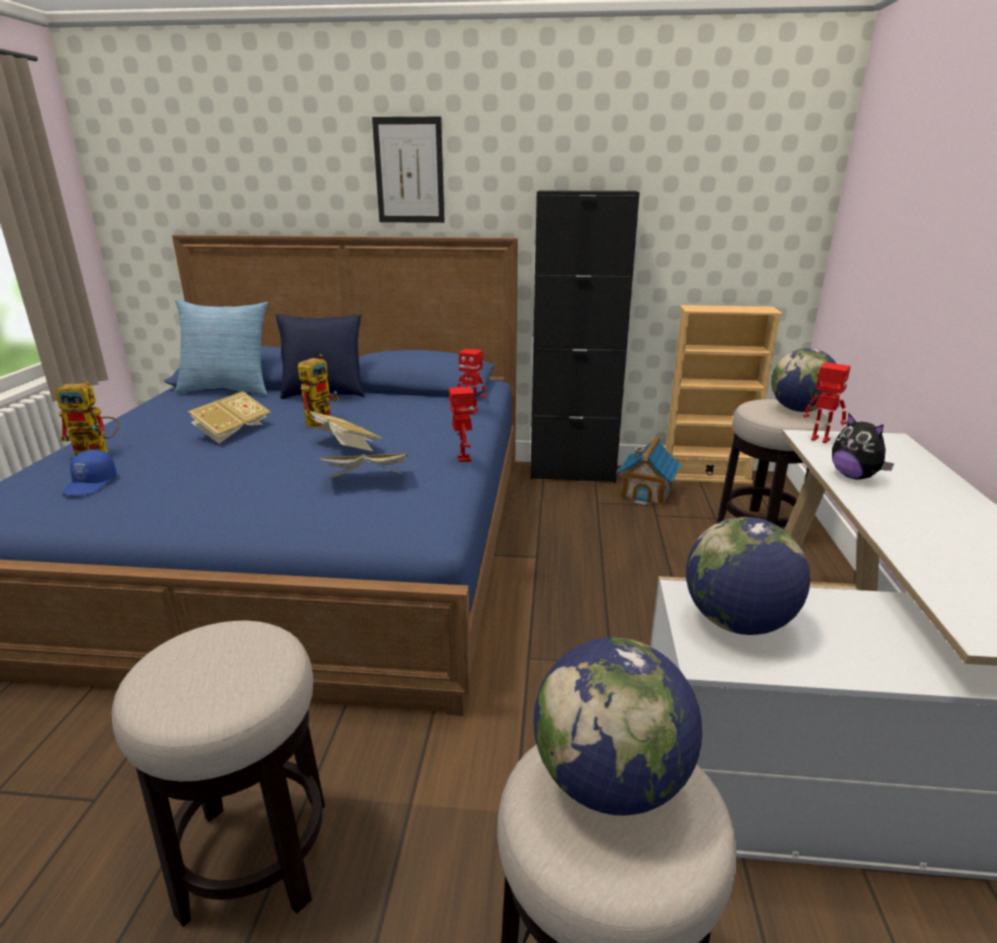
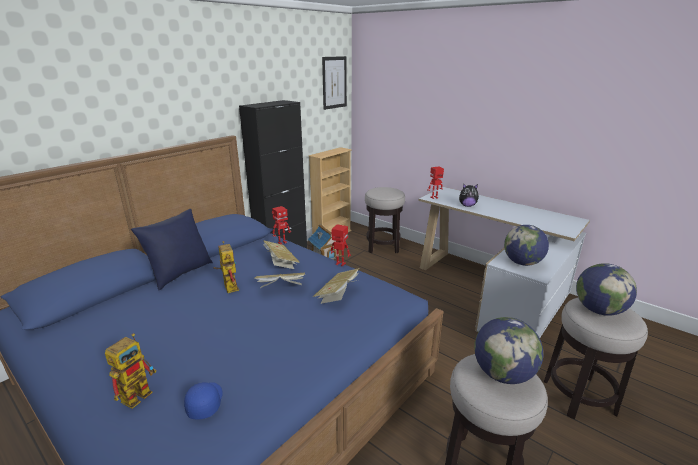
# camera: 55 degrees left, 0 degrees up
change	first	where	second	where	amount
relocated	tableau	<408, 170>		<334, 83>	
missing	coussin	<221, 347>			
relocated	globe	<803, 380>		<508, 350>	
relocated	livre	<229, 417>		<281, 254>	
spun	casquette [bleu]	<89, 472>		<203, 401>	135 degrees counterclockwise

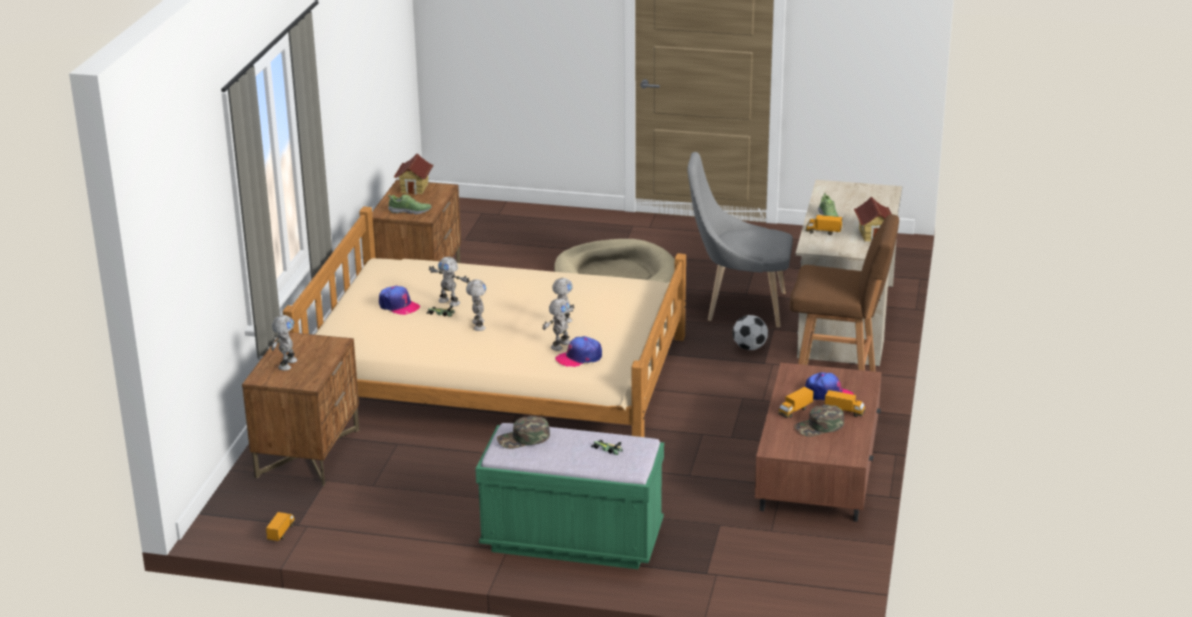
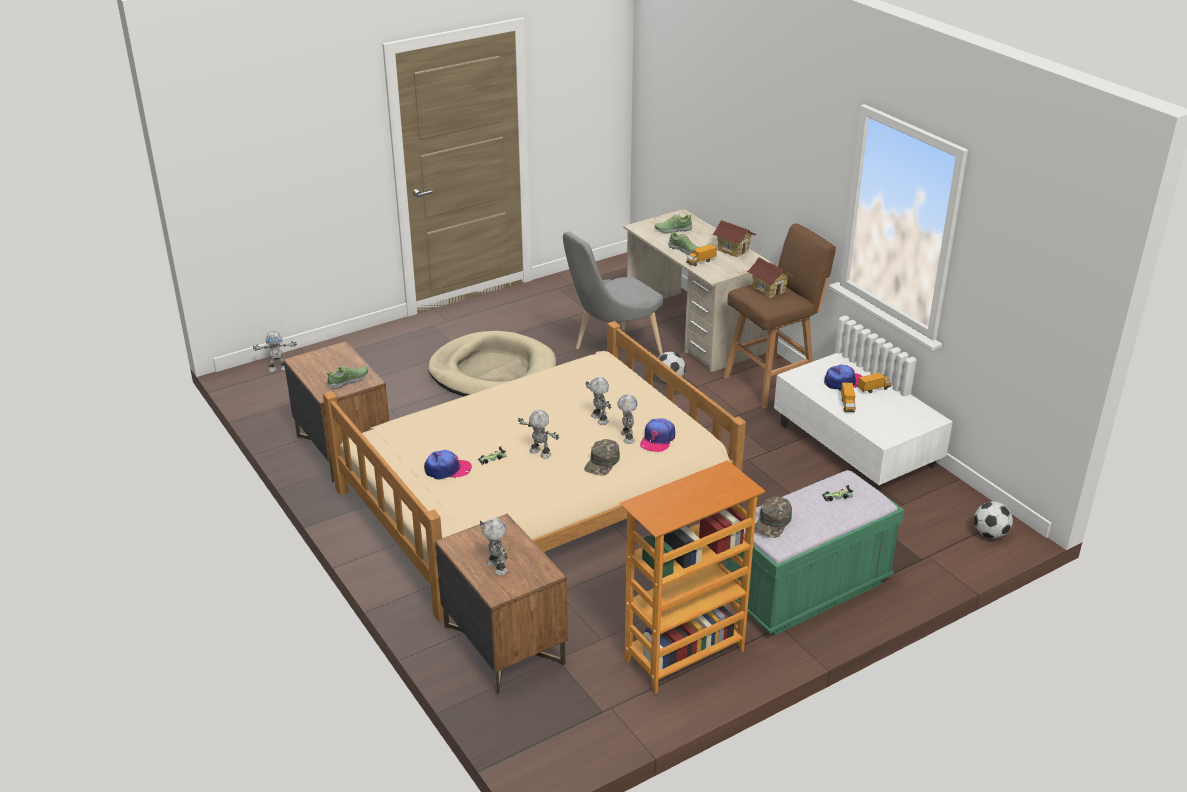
# camera: 45 degrees left, 5 degrees up
change	first	where	second	where	amount
relocated	maison miniature	<414, 174>		<770, 278>	
relocated	robot jouet	<449, 282>		<275, 351>	
colour	table basse [marron]	<818, 442>	table basse [blanc]	<863, 421>	
relocated	casquette [vert]	<819, 420>		<602, 457>	
missing	camion jouet	<280, 526>			
appeared			chaussure	<673, 224>	
appeared			bibliothèque	<692, 577>	
appeared			ballon de foot	<993, 520>	

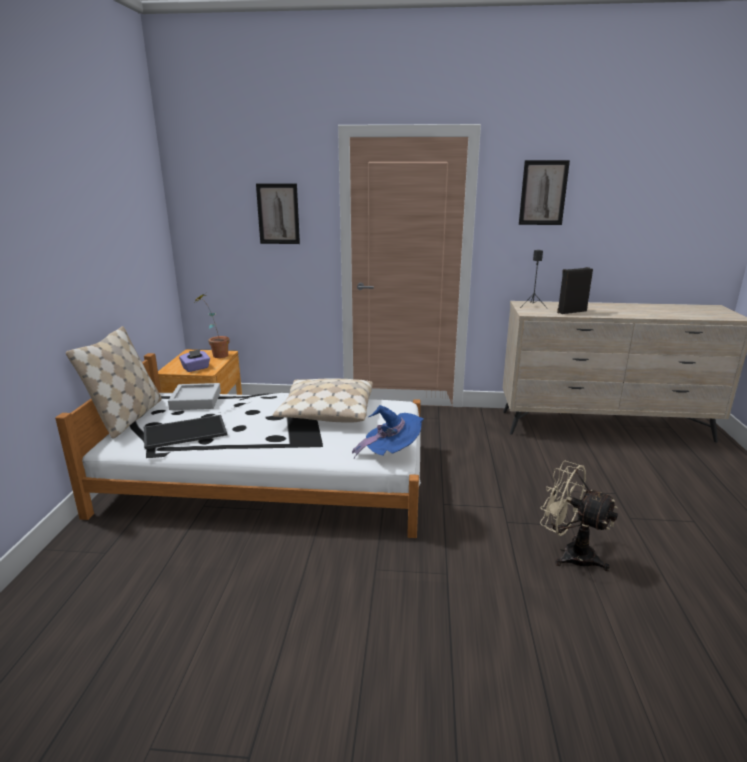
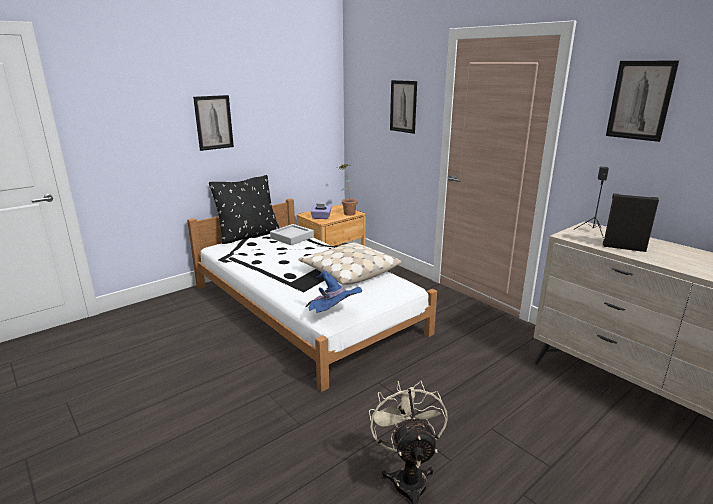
# camera: 45 degrees right, 0 degrees up
change	first	where	second	where	amount
colour	coussin [beige]	<114, 382>	coussin [noir]	<244, 209>	
missing	plateau	<185, 432>			
appeared			tableau	<213, 123>	

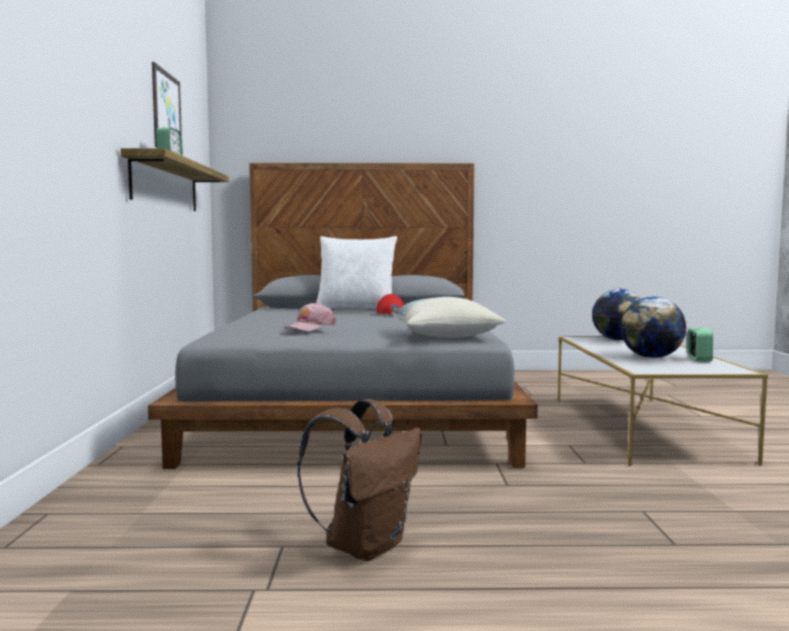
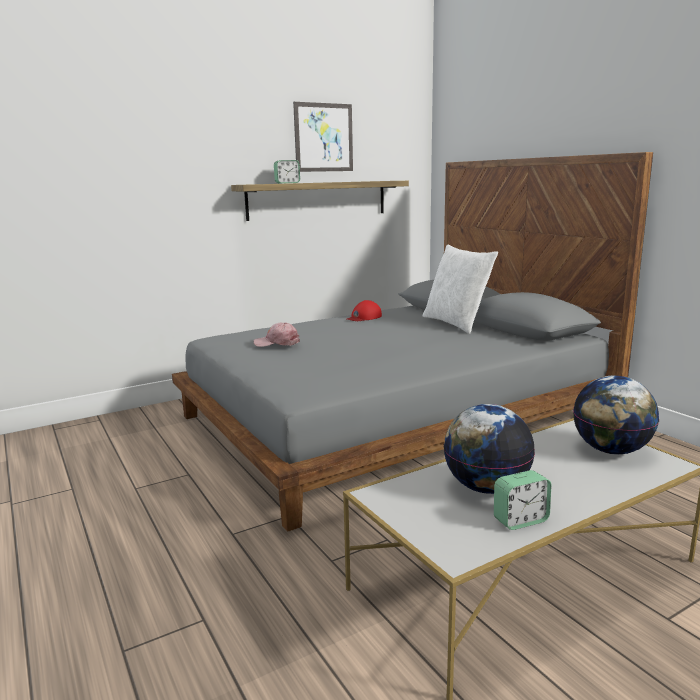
# camera: 60 degrees right, 10 degrees up
change	first	where	second	where	amount
relocated	casquette [rouge]	<390, 304>		<364, 310>	
missing	coussin	<449, 317>			
missing	sac à dos [marron]	<359, 480>			

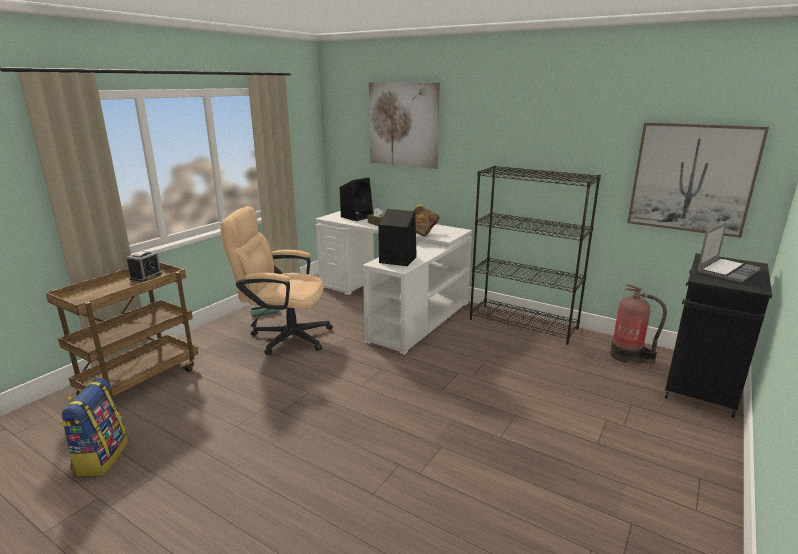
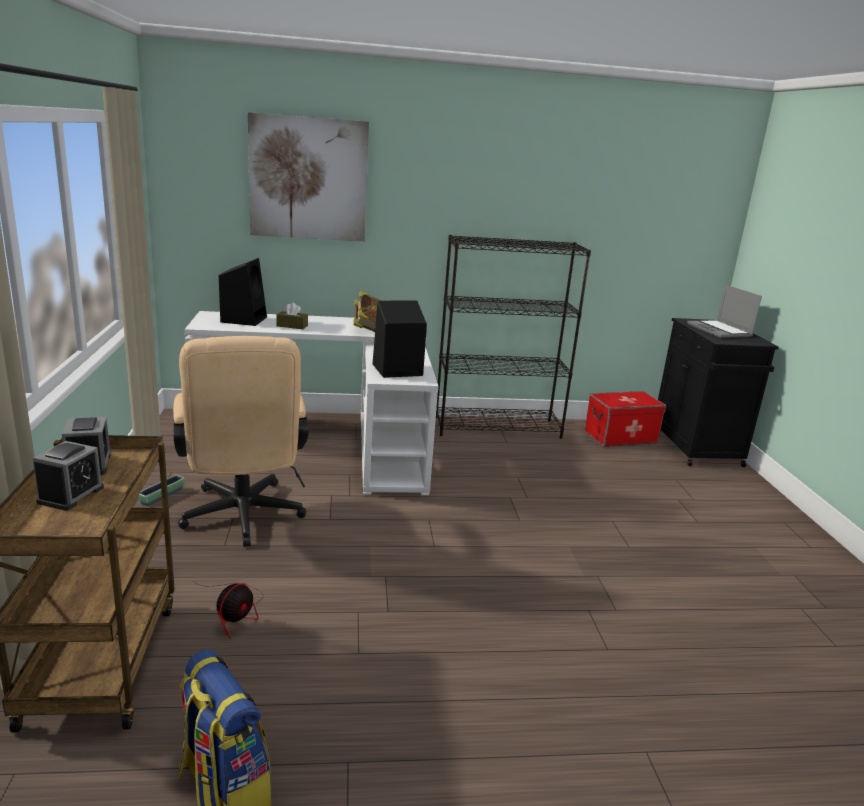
# camera: 40 degrees left, 0 degrees up
change	first	where	second	where	amount
missing	tableau	<698, 180>			
spun	chaise de bureau [beige]	<276, 280>		<241, 441>	75 degrees counterclockwise
spun	ordinateur portable	<729, 252>		<724, 311>	150 degrees clockwise
exchanged	extincteur	<638, 324>	boîte de rangement	<625, 419>	
appeared			réveil	<68, 476>	
appeared			ventilateur	<228, 610>	

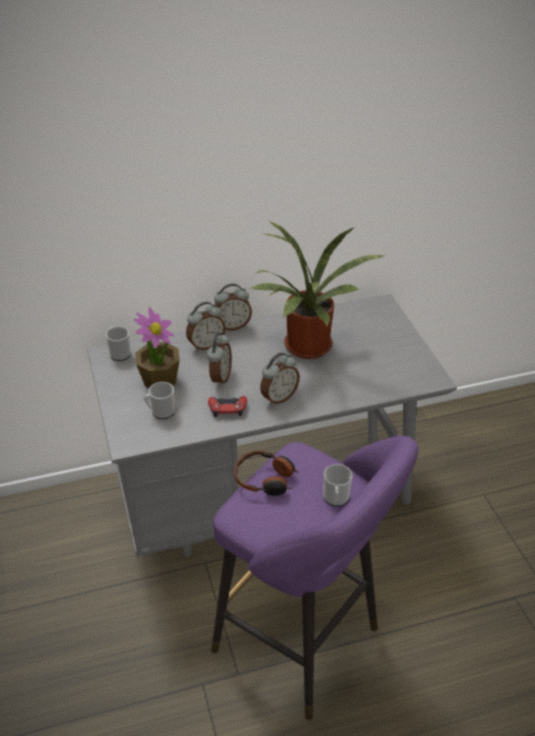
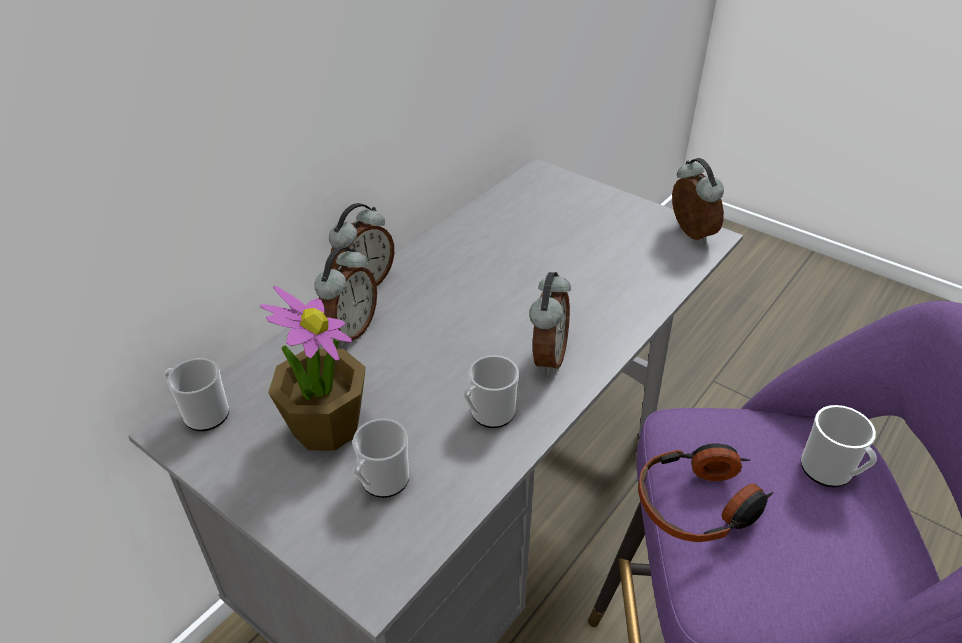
# camera: 35 degrees left, 0 degrees up
change	first	where	second	where	amount
missing	plante en pot	<317, 290>			
relocated	réveil	<219, 360>		<698, 201>	
exchanged	manette [rouge]	<227, 406>	mug	<491, 391>	

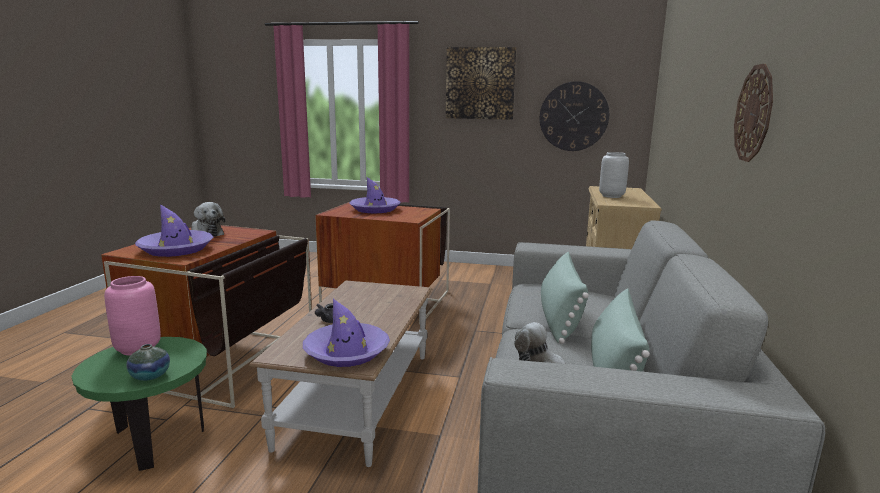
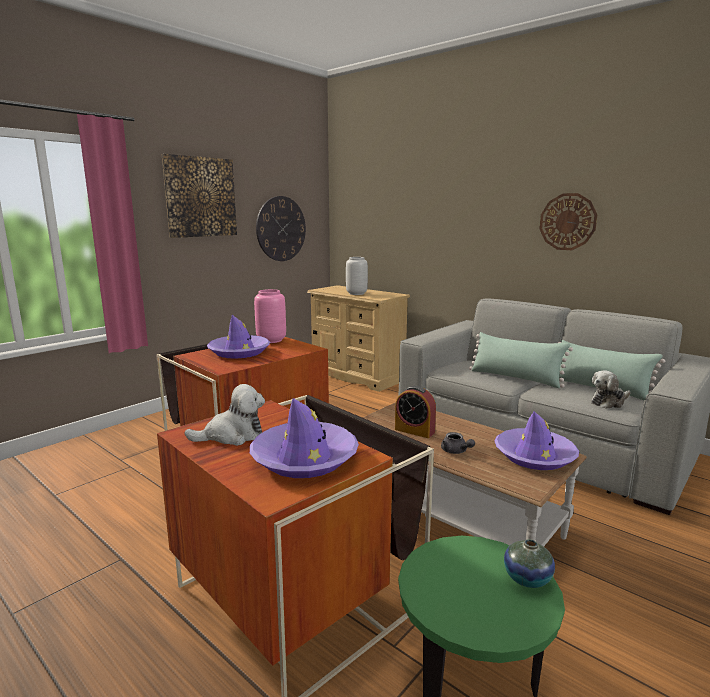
# camera: 60 degrees left, 0 degrees up
change	first	where	second	where	amount
relocated	vase [rose]	<132, 316>		<270, 316>	
appeared			réveil	<415, 412>	

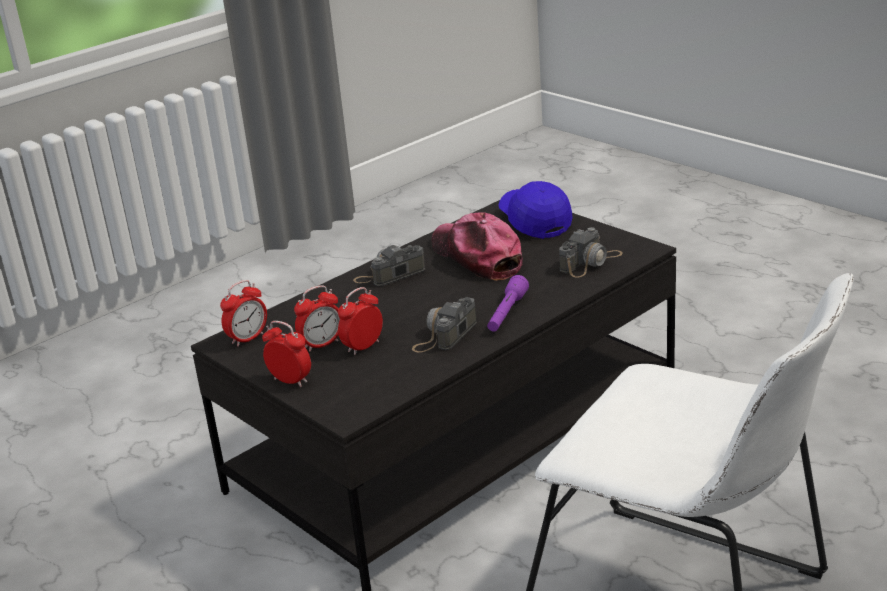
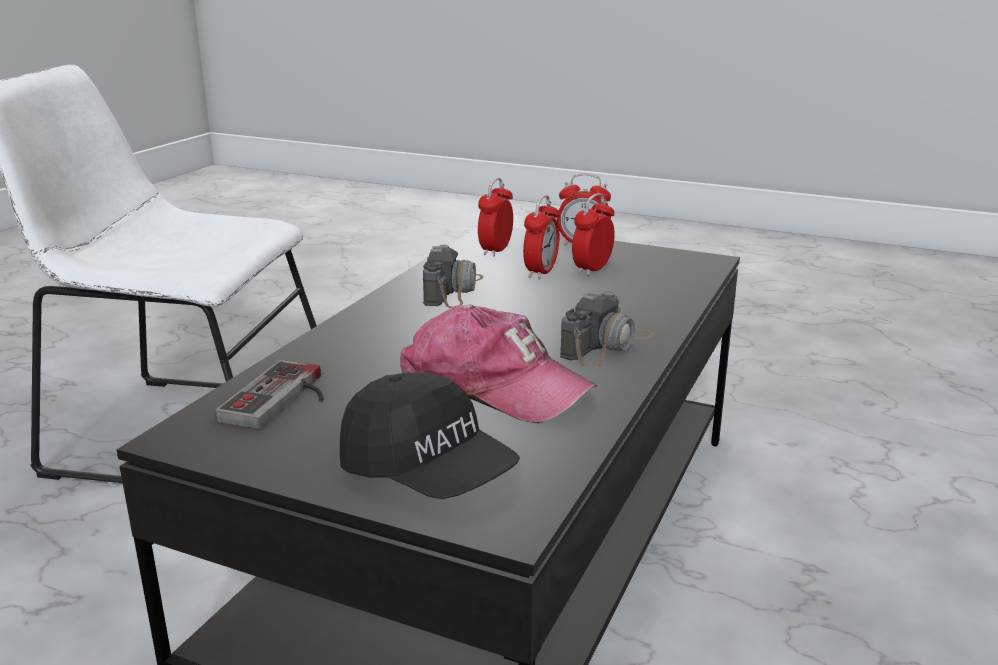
# camera: 155 degrees right, 5 degrees down
change	first	where	second	where	amount
colour	casquette [bleu]	<535, 210>	casquette [noir]	<430, 436>	
exchanged	appareil photo	<591, 252>	manette	<269, 394>	
missing	lampe de poche [violet]	<508, 303>			
relocated	réveil	<243, 313>		<495, 217>	

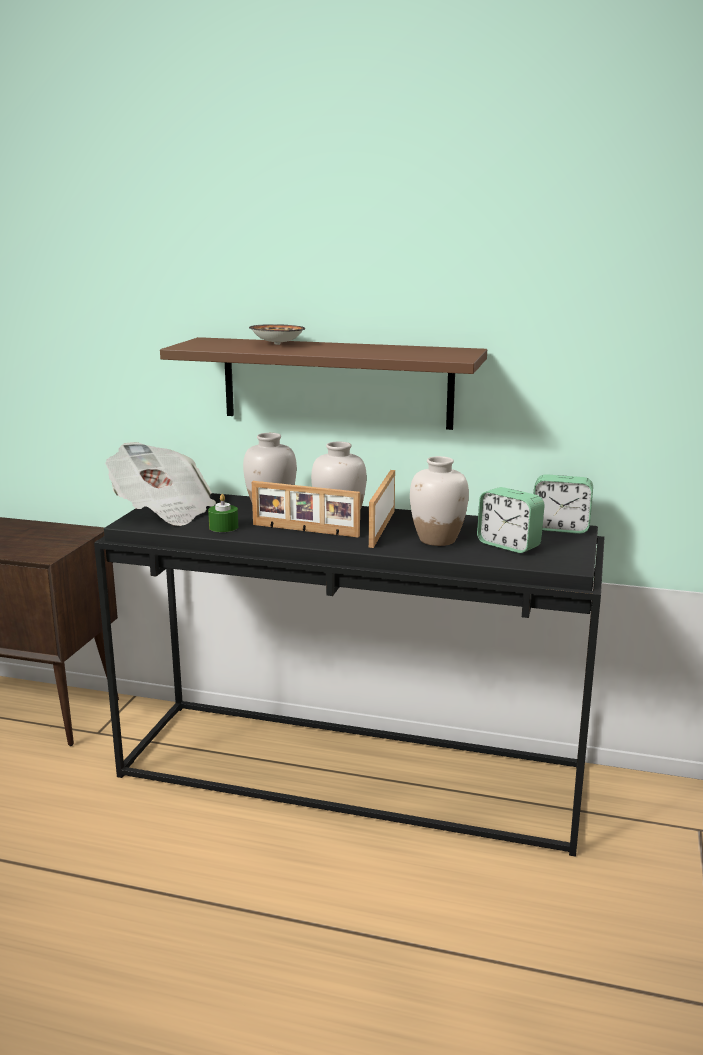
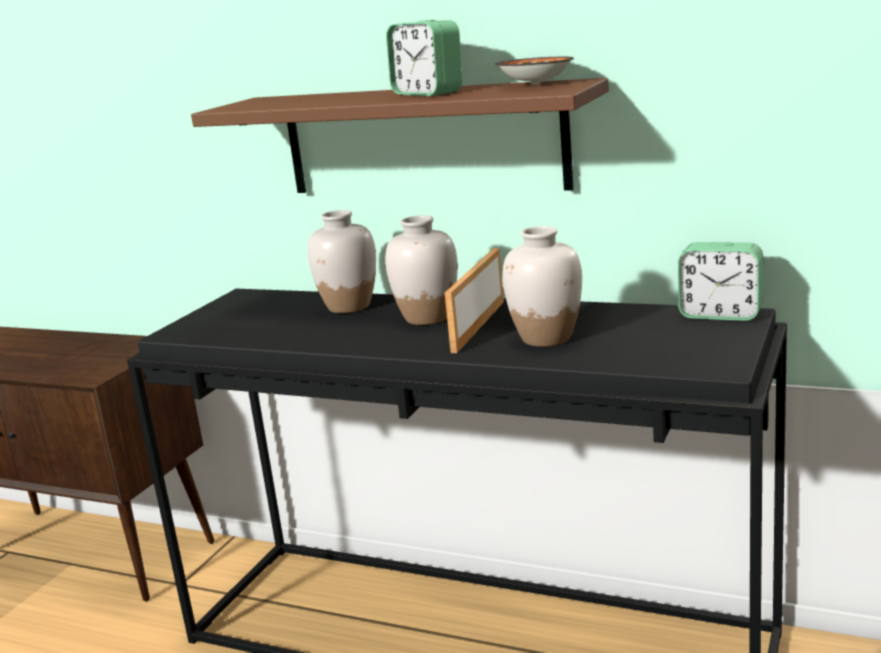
# camera: 10 degrees right, 0 degrees up
change	first	where	second	where	amount
relocated	bol	<277, 334>		<535, 71>	
missing	journal	<160, 484>			
missing	cadre photo	<306, 509>			
relocated	réveil	<511, 520>		<424, 58>	
missing	bougie [vert]	<223, 513>			

